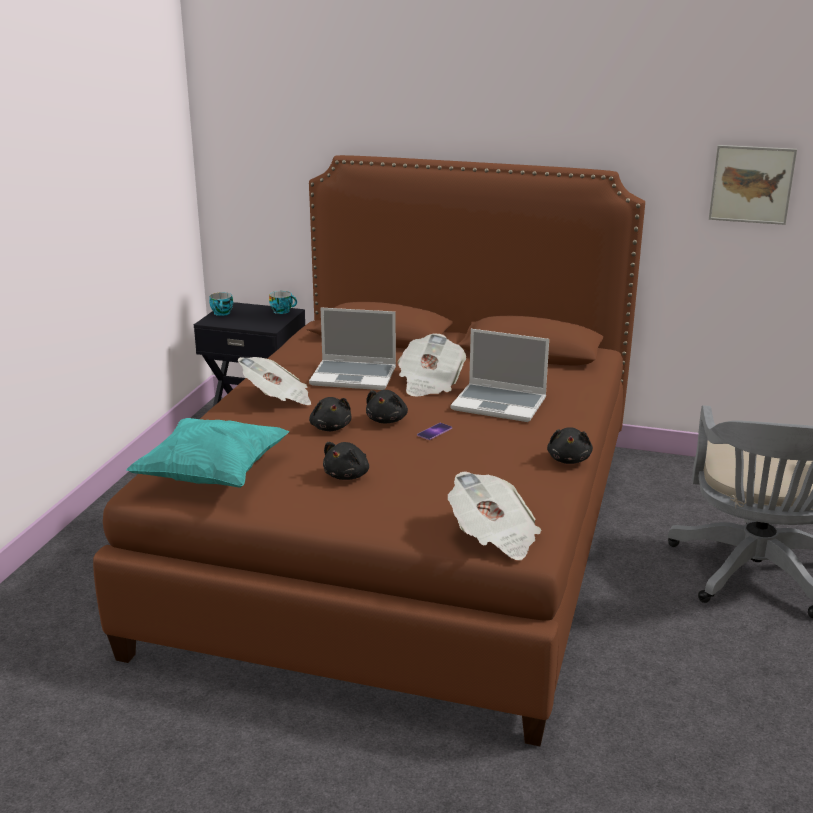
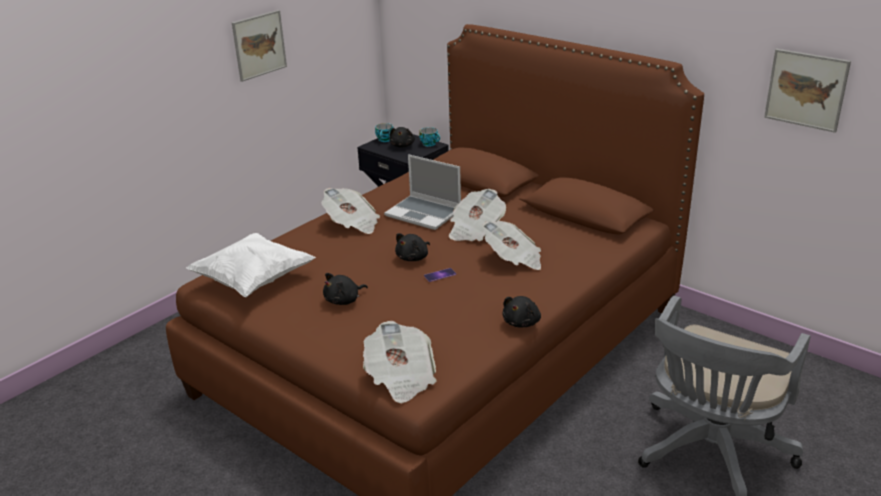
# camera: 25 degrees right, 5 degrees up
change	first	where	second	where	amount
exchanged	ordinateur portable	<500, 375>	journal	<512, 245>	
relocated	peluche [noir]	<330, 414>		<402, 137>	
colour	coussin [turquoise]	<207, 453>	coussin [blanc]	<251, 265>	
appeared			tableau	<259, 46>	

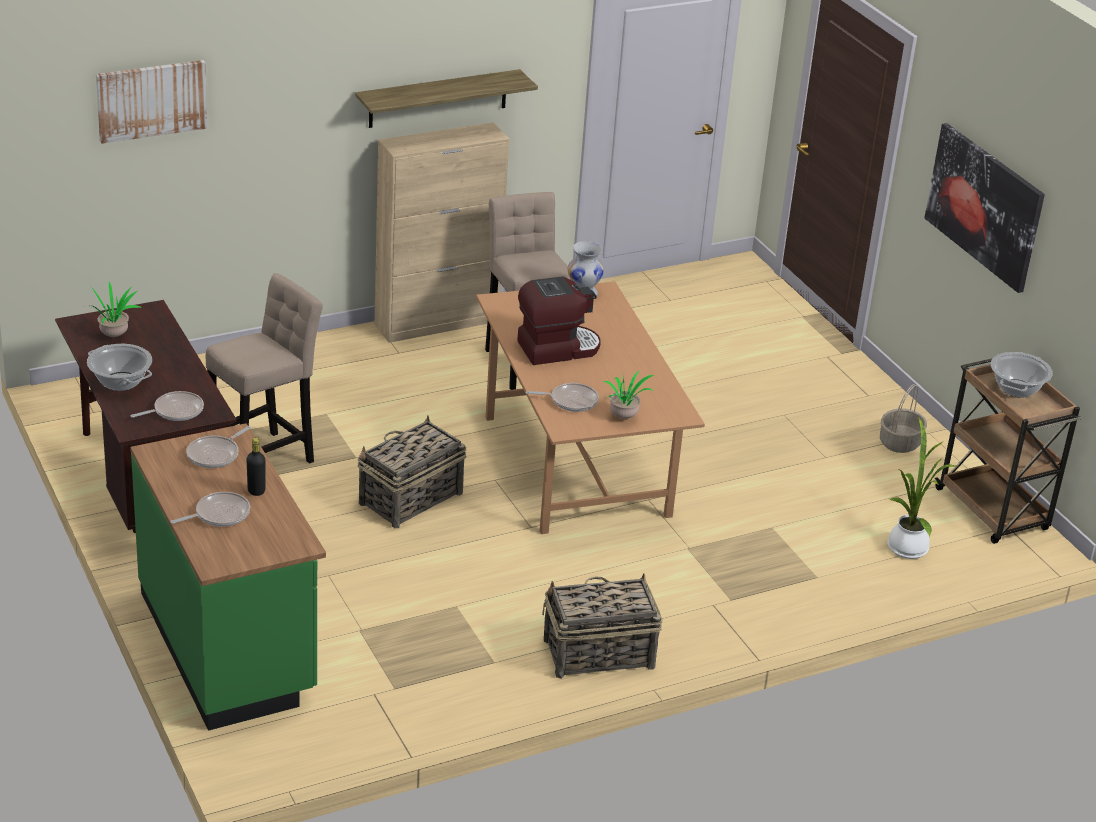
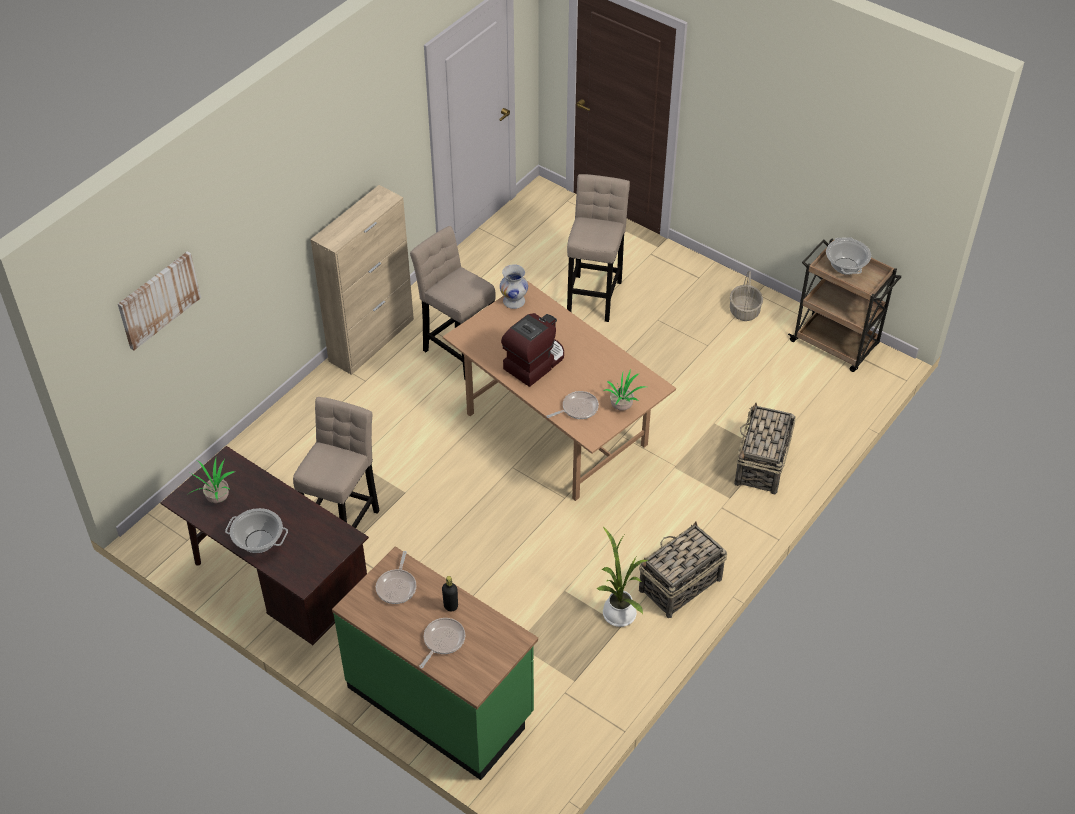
# camera: 25 degrees left, 15 degrees up
change	first	where	second	where	amount
missing	étagère	<446, 98>			
missing	tableau	<984, 208>			
missing	poêle	<167, 406>			
relocated	panier	<412, 471>		<765, 448>	
relocated	plante en pot	<921, 488>		<622, 577>	
appeared			tabouret [beige]	<598, 248>	

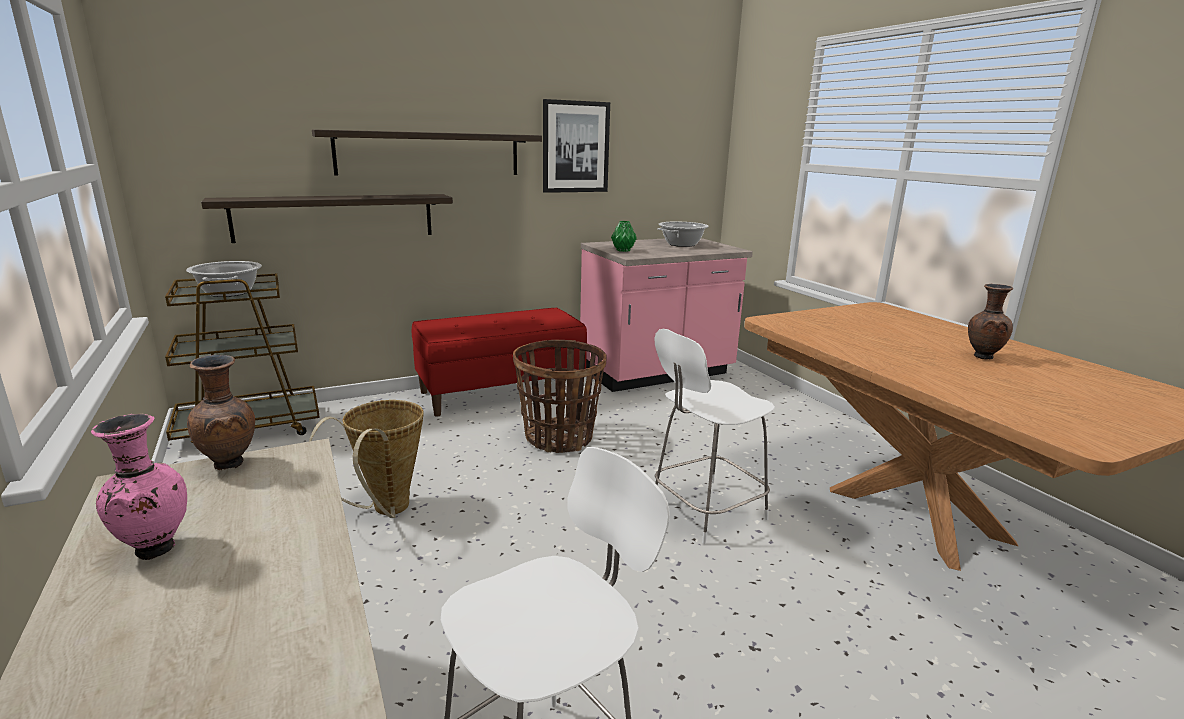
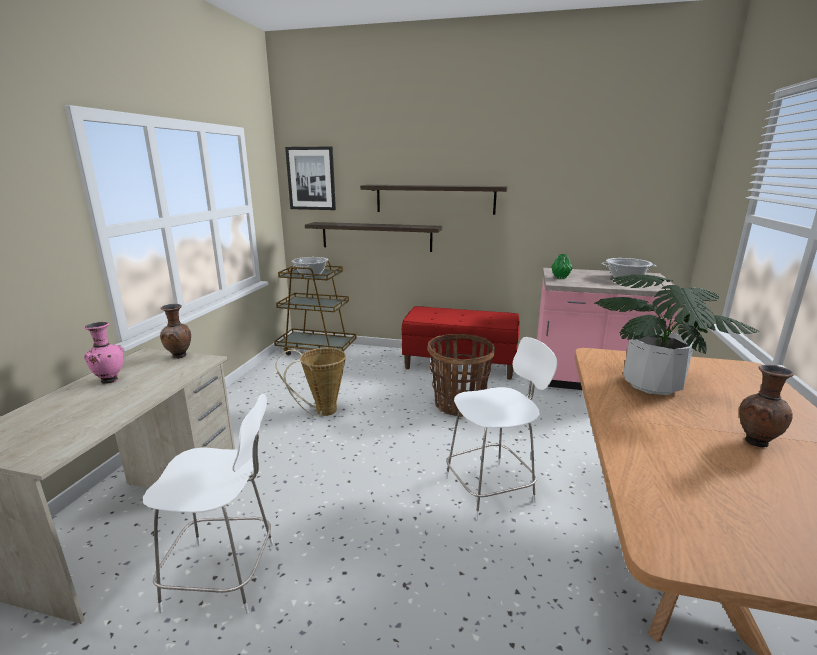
# camera: 40 degrees right, 0 degrees up
change	first	where	second	where	amount
relocated	tableau	<576, 146>		<310, 178>	
spun	chaise [blanc]	<715, 436>		<501, 428>	150 degrees clockwise
appeared			plante en pot	<676, 334>	

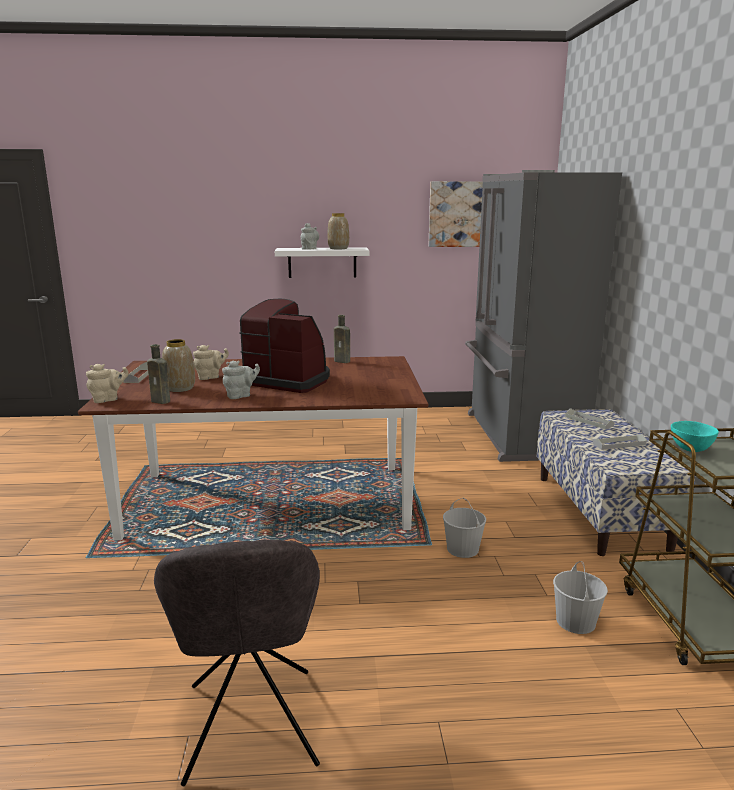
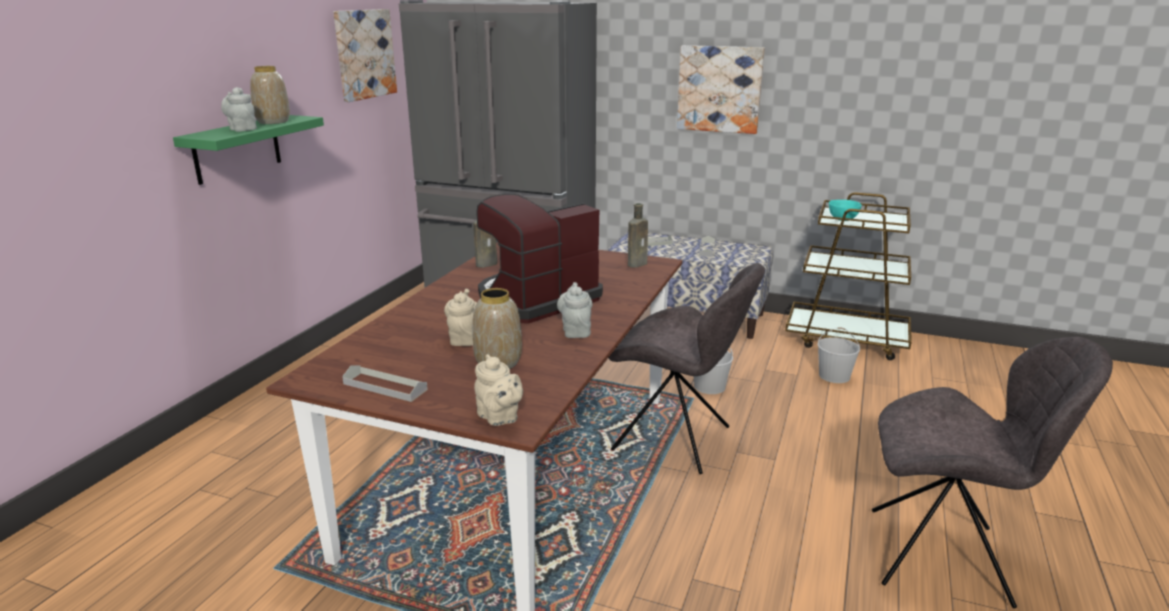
# camera: 65 degrees left, 5 degrees up
change	first	where	second	where	amount
colour	étagère [blanc]	<322, 262>	étagère [vert]	<248, 150>	
relocated	bouteille [marron]	<158, 374>		<638, 235>	
spun	théière [beige]	<107, 383>		<498, 390>	150 degrees clockwise
appeared			tableau	<721, 89>	
appeared			chaise [gris]	<687, 368>	

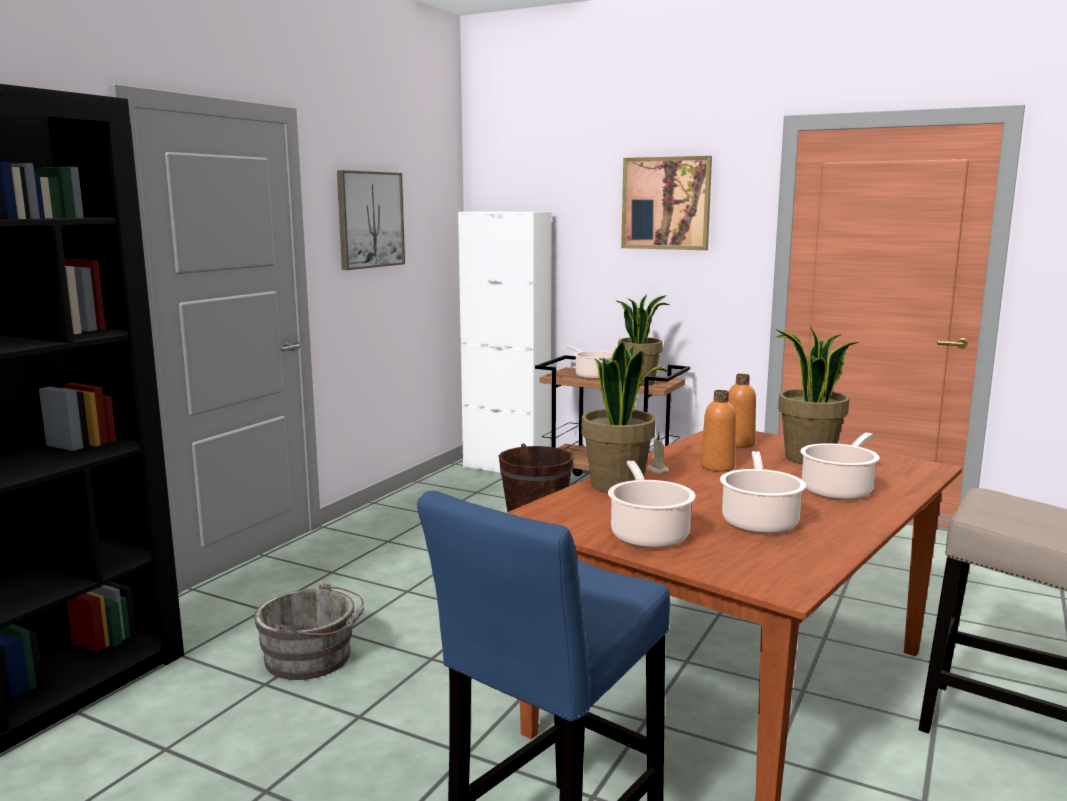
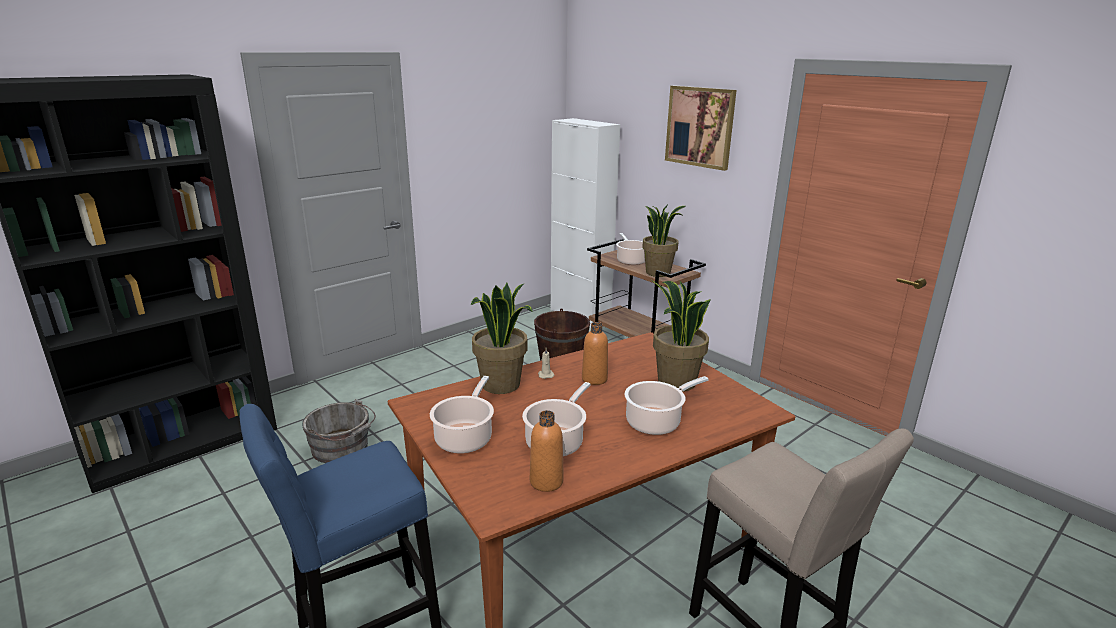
# camera: 20 degrees right, 10 degrees up
change	first	where	second	where	amount
missing	tableau	<371, 220>			
relocated	bouteille [orange]	<742, 411>		<547, 451>	

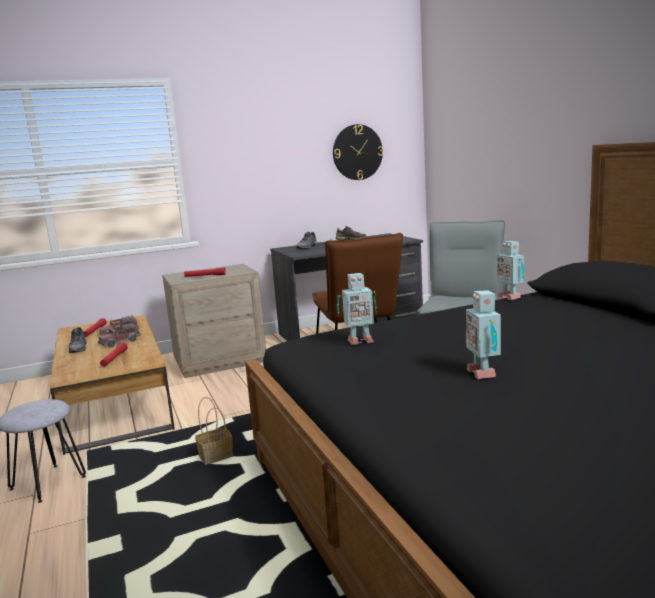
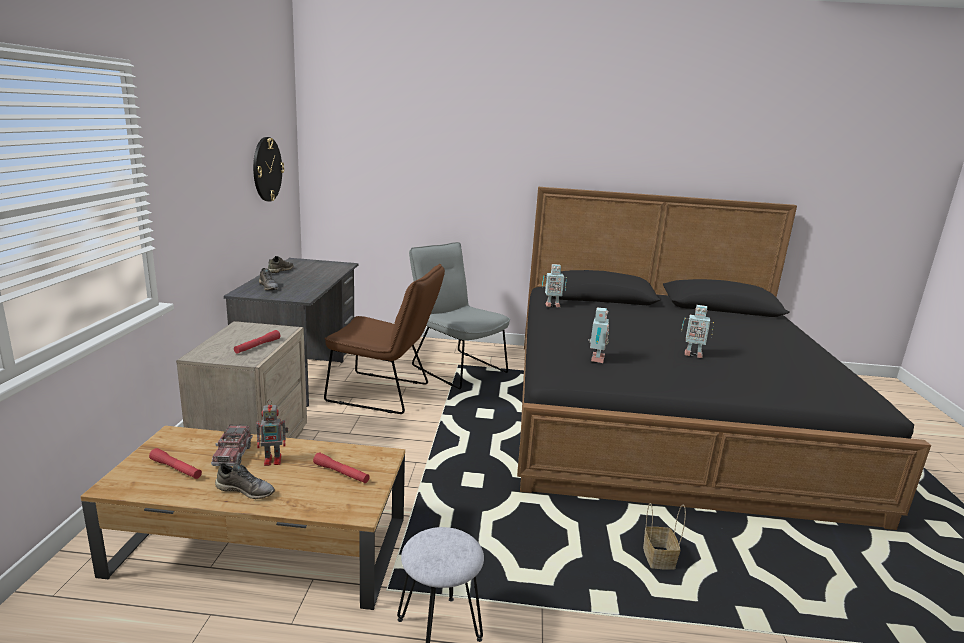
# camera: 65 degrees left, 5 degrees up
change	first	where	second	where	amount
exchanged	camion jouet	<119, 335>	robot jouet	<272, 433>	
relocated	panier	<214, 431>		<664, 536>	

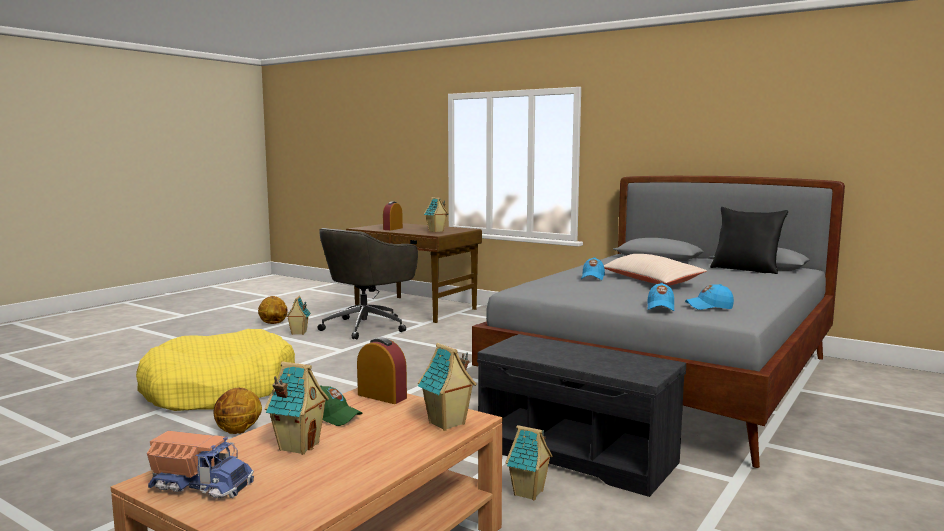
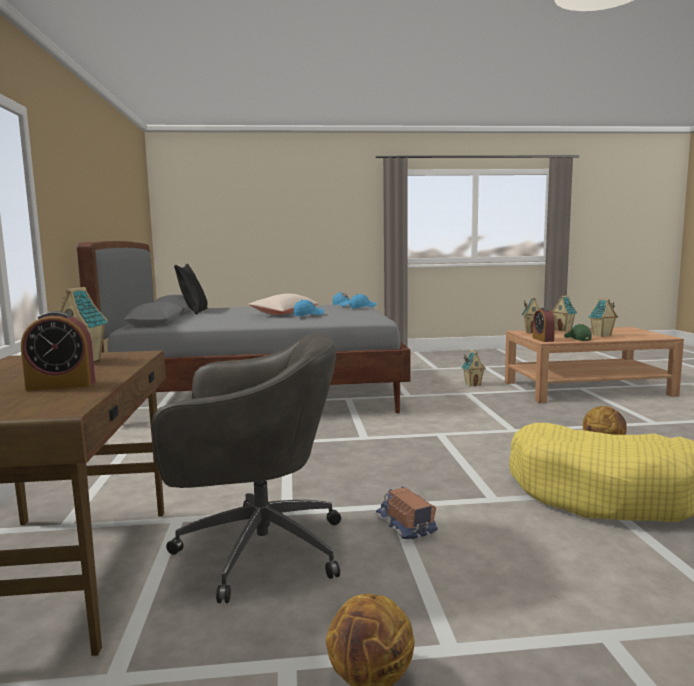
# camera: 130 degrees left, 0 degrees up
change	first	where	second	where	amount
relocated	maison miniature	<298, 315>		<564, 313>	
missing	banc [gris]	<581, 415>			
relocated	camion jouet	<200, 464>		<406, 514>	

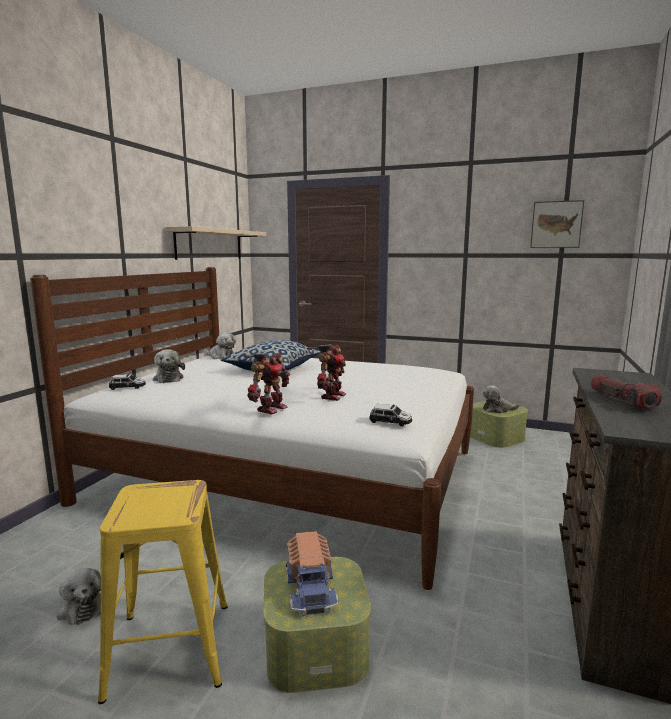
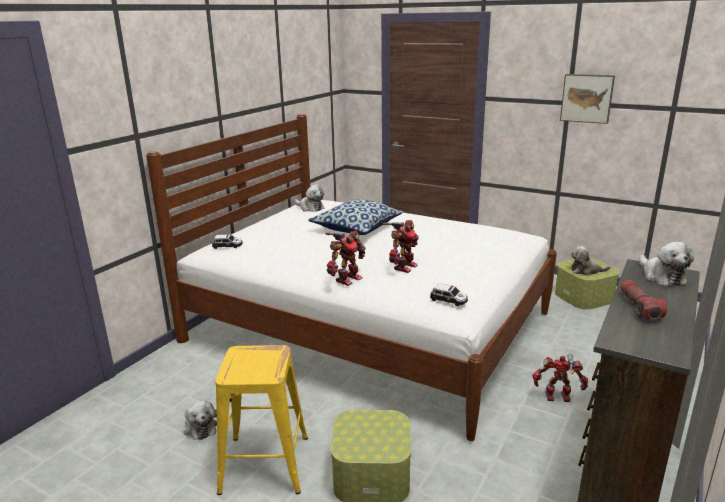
# camera: 10 degrees right, 10 degrees up
change	first	where	second	where	amount
relocated	tableau	<557, 224>		<587, 99>	
missing	étagère [beige]	<215, 243>			
relocated	peluche	<169, 366>		<666, 264>	
missing	camion jouet	<312, 574>			
appeared			robot jouet	<560, 378>	

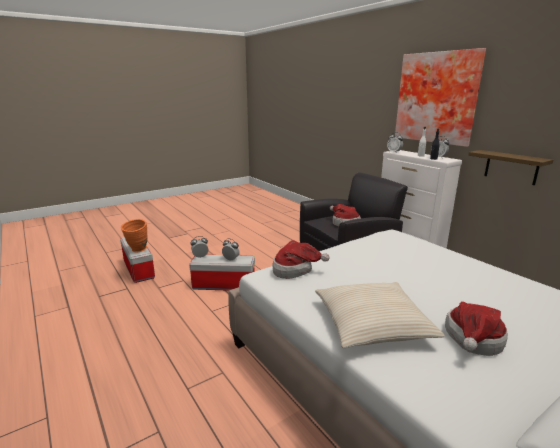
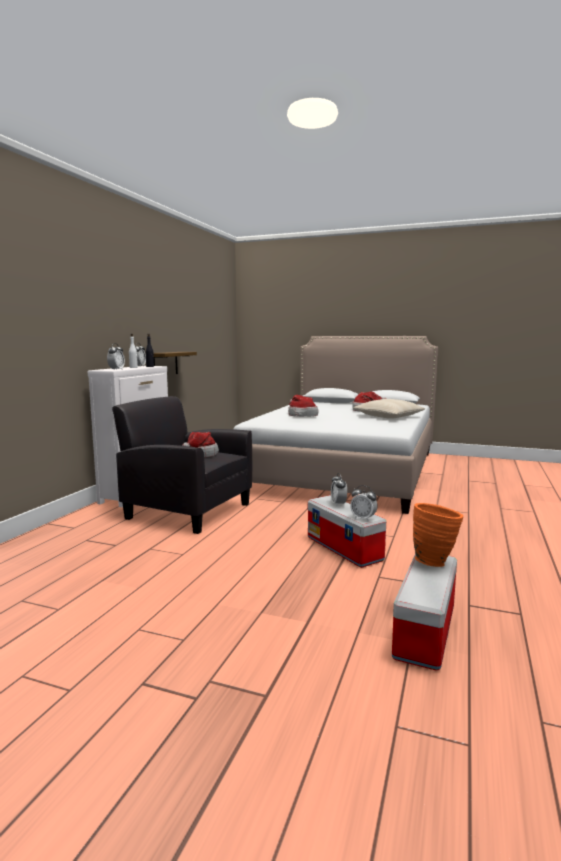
# camera: 125 degrees left, 10 degrees down
change	first	where	second	where	amount
missing	tableau	<440, 97>			
relocated	chapeau	<301, 259>		<303, 406>	

